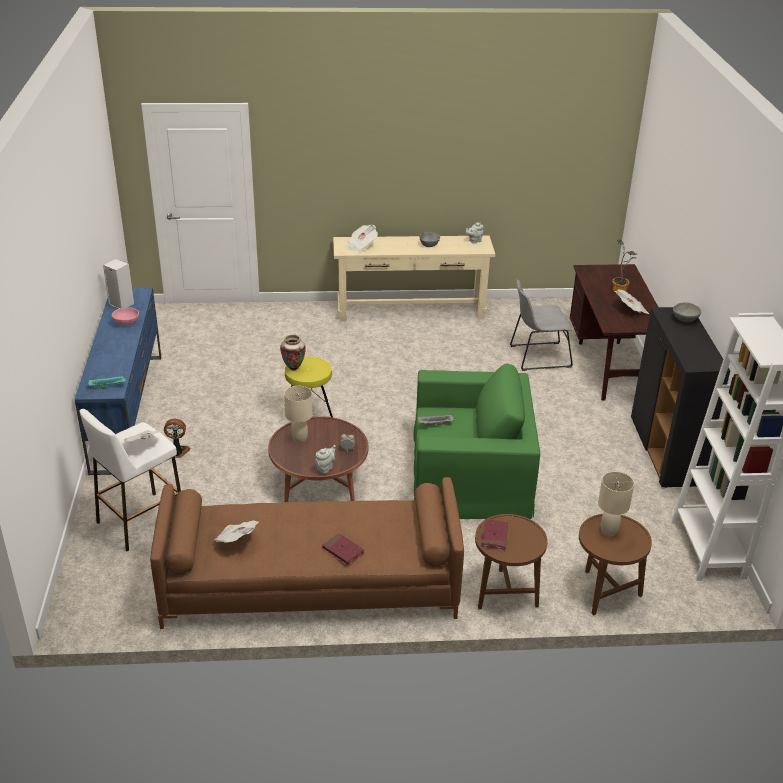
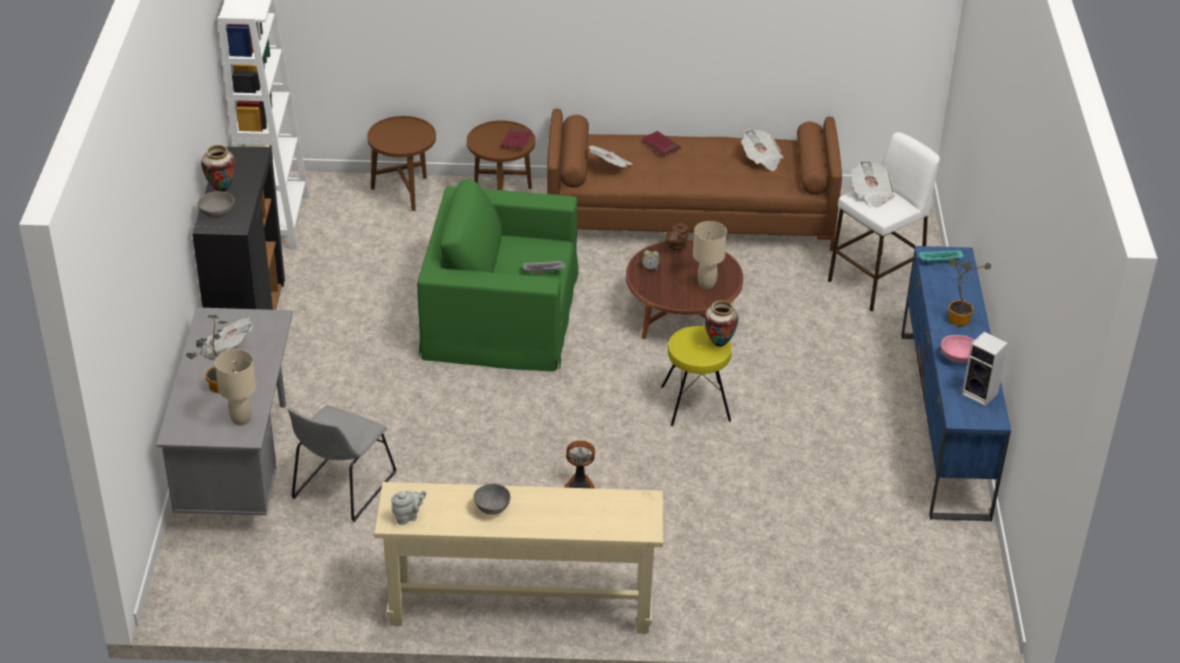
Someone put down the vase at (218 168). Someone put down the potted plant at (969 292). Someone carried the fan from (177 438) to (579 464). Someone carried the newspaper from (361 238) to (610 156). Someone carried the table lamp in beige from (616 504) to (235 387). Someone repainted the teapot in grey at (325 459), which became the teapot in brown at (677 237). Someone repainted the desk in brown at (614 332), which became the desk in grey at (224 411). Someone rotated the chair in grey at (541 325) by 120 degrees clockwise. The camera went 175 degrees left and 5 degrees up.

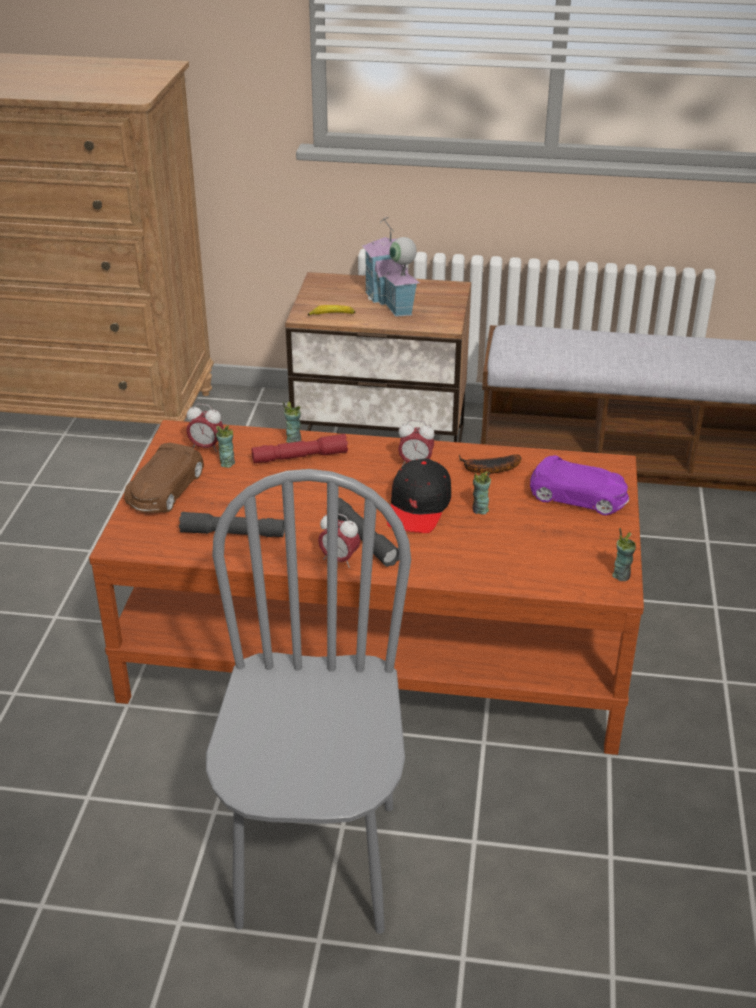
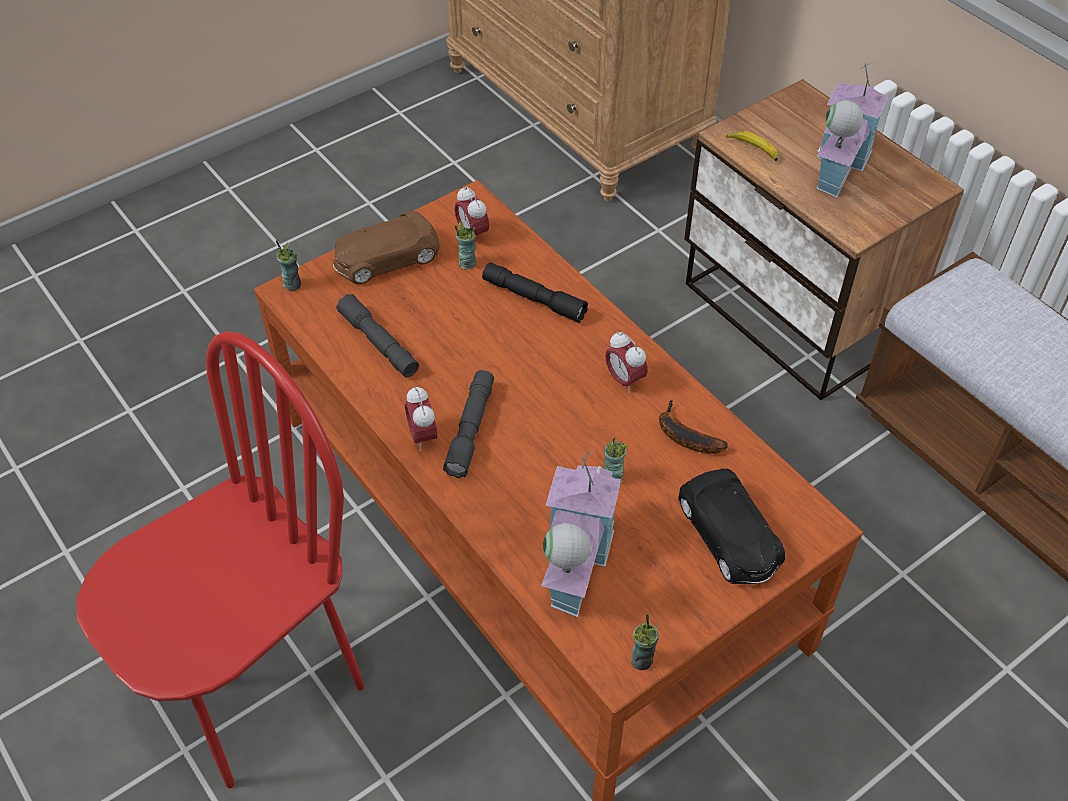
Someone took away the cap in black at (419 495). Someone put down the toy house at (581 534). Someone carried the cup from (292 422) to (288 265). Someone repainted the chair in grey at (308 701), which became the chair in red at (220 559). Someone repainted the flashlight in red at (300 449), which became the flashlight in black at (535 292). Someone repainted the toy car in purple at (579 485), which became the toy car in black at (731 526). The camera went 45 degrees right and 15 degrees up.

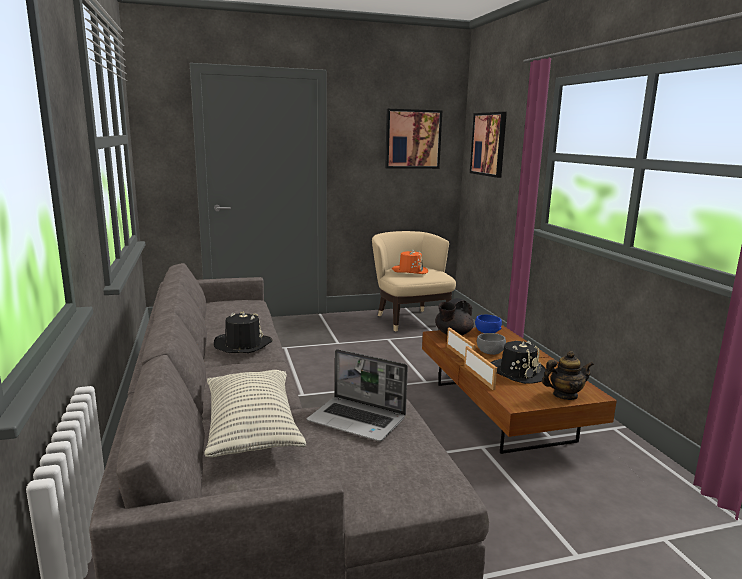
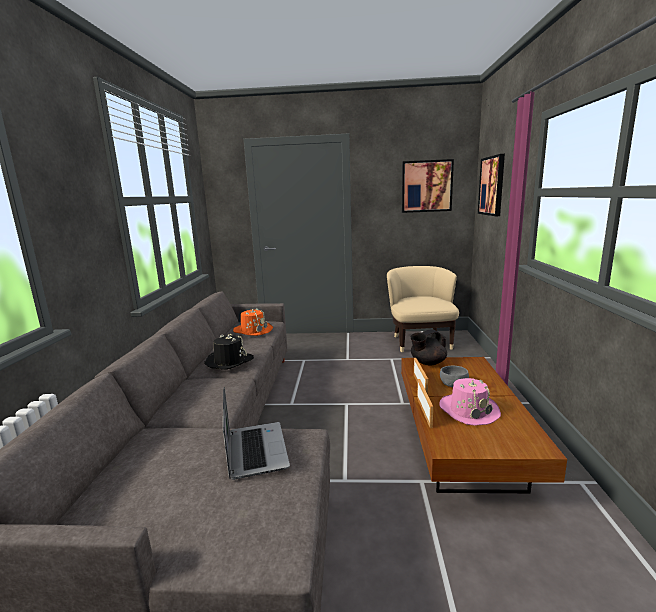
Someone took away the pillow at (255 413). Someone took away the bowl in blue at (488 324). Someone took away the teapot at (568 375). Someone carried the hat in orange from (410 262) to (253 322). Someone repainted the hat in black at (518 362), which became the hat in pink at (470 402). Someone rotated the laptop at (357 395) by 150 degrees counterclockwise. The camera went 20 degrees right and 0 degrees up.

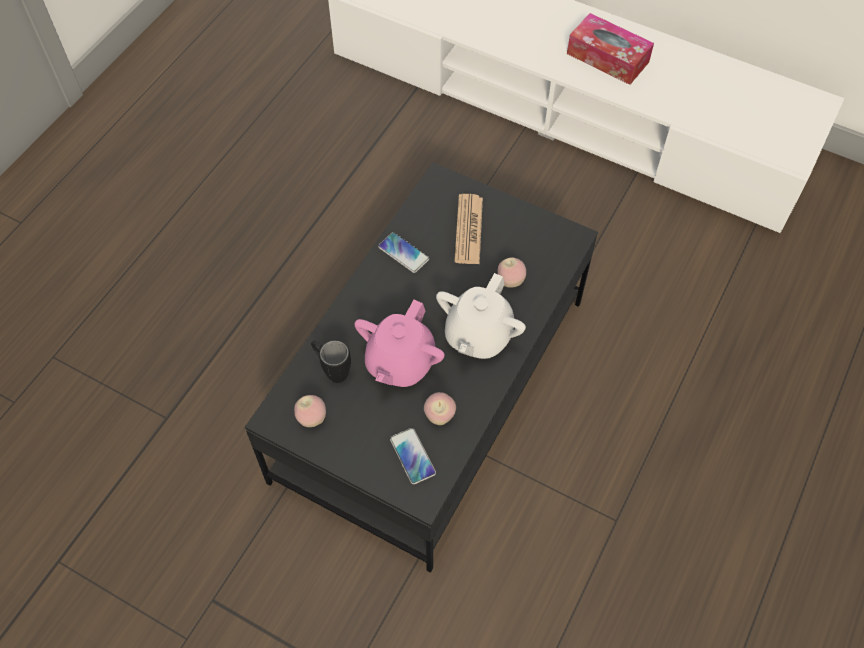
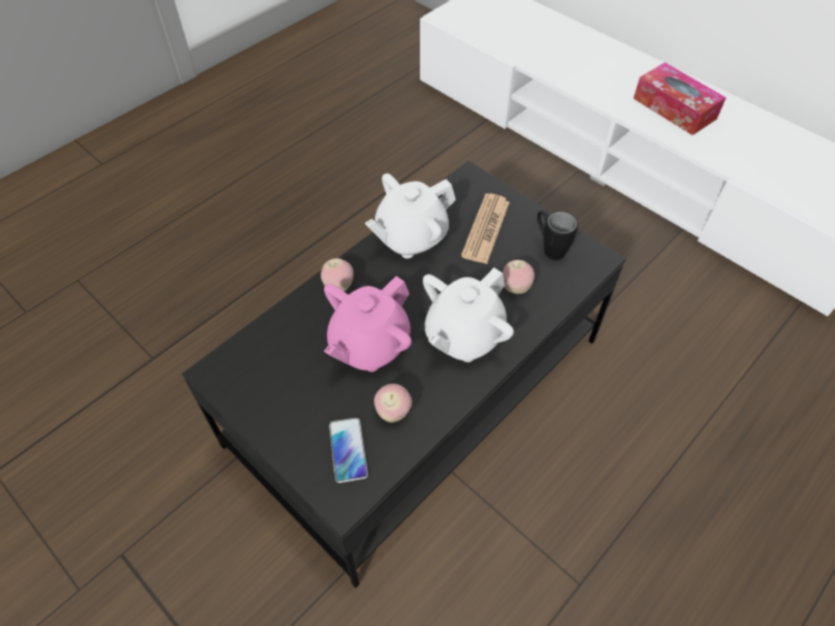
Someone carried the apple from (310 411) to (337 274). Someone carried the mug in black from (331 361) to (557 235). Someone swapped the phone at (403 252) for the teapot in white at (410 216). The camera went 15 degrees right and 5 degrees down.

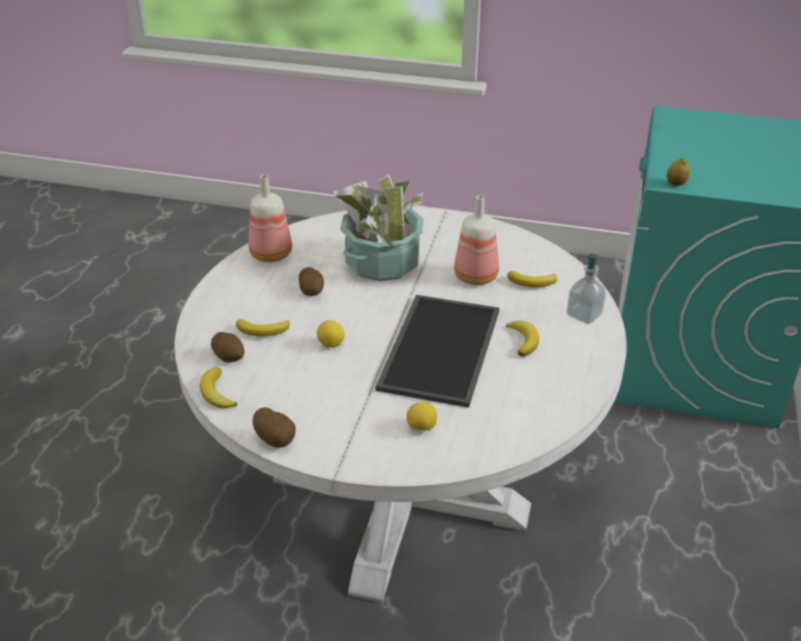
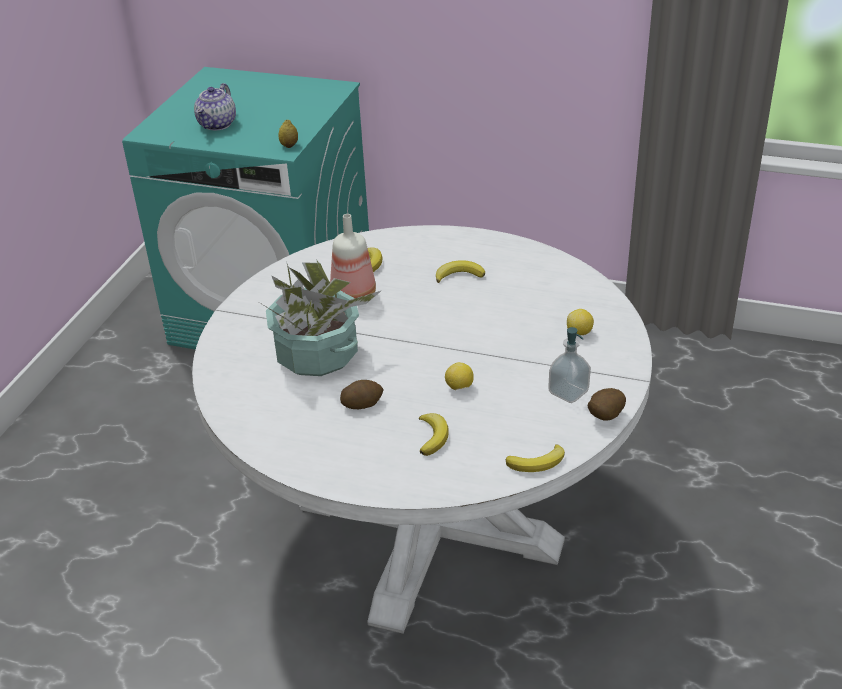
Someone took away the potato at (228 347). Someone took away the bottle at (270 218). Someone took away the tray at (437 351). Someone put down the teapot at (215 106). Someone carried the soap dispenser from (586 288) to (569 365). The camera went 85 degrees left and 0 degrees up.

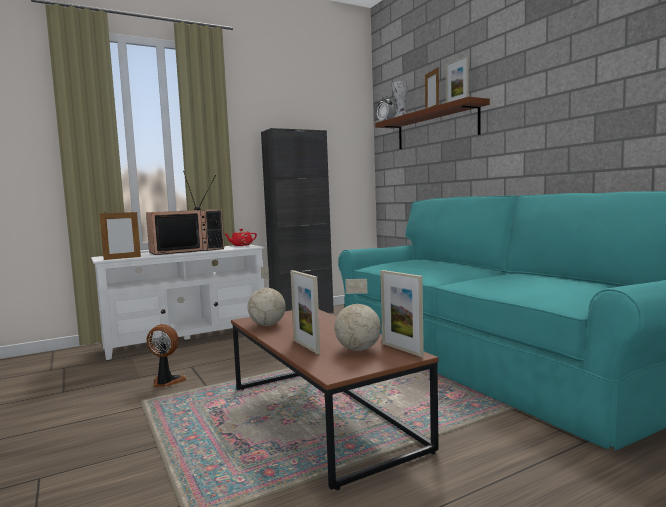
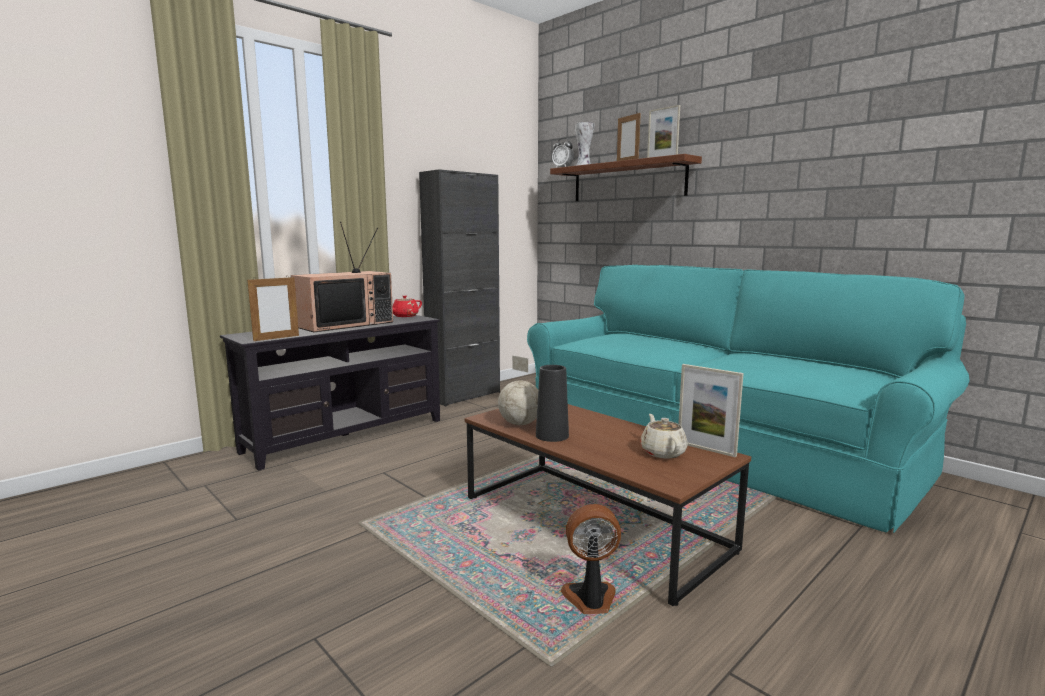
Someone took away the picture frame at (305 312). Someone put down the vase in black at (552 403). Someone carried the fan from (166 355) to (591 559). Someone swapped the globe at (358 315) for the teapot in beige at (664 436). Someone repainted the tv stand in white at (177 302), which became the tv stand in black at (330 393). The camera went 15 degrees left and 5 degrees up.

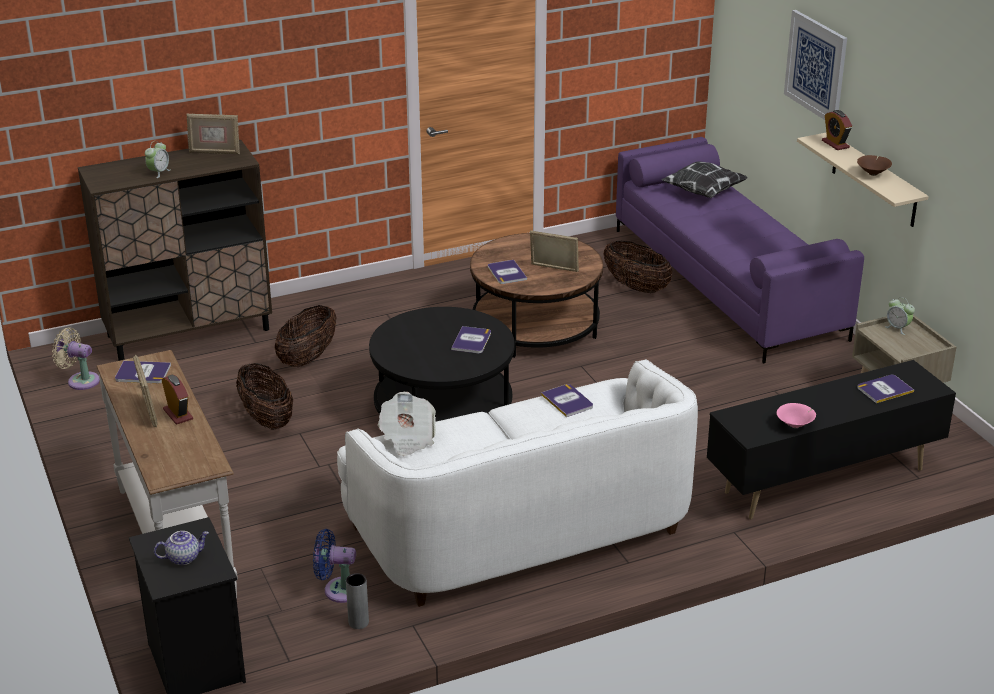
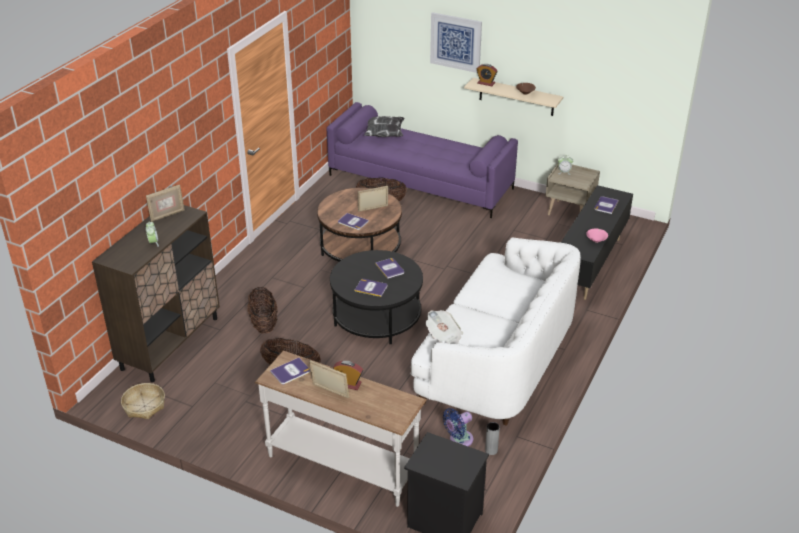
Someone took away the teapot at (181 548). Someone carried the book from (567 400) to (371 288). Someone swapped the fan in beige at (76 358) for the basket at (143 401). The camera went 40 degrees left and 5 degrees up.

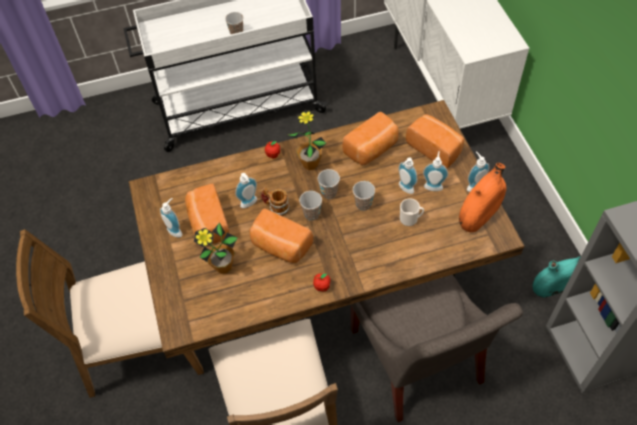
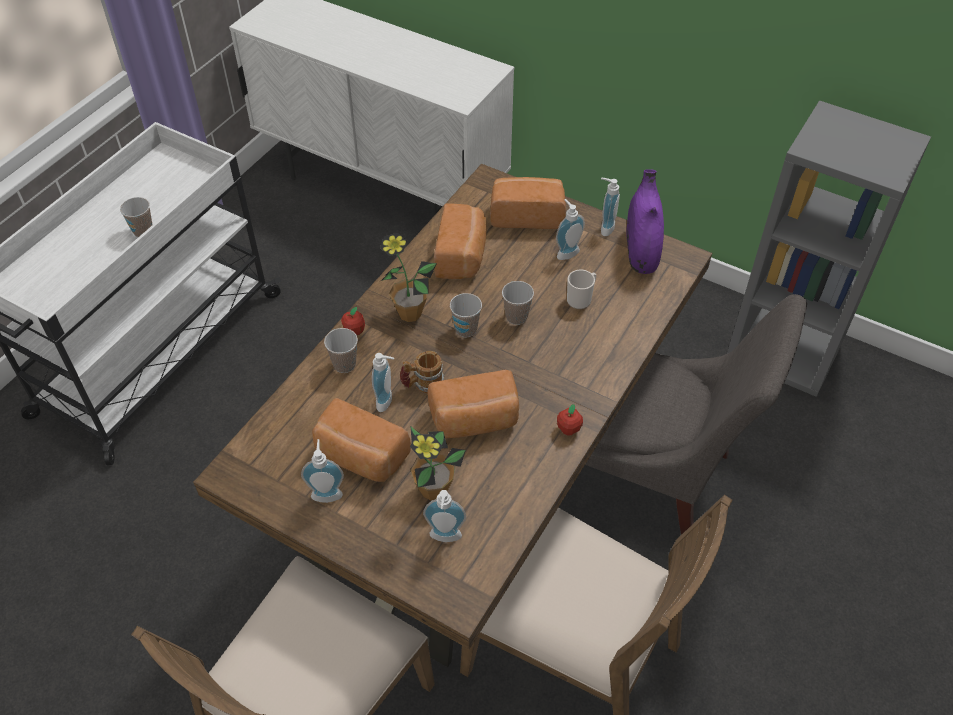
Someone took away the vase in turquoise at (556 276). Someone carried the cup from (310 206) to (341 350). Someone carried the soap dispenser from (407 175) to (444 516). Someone repainted the vase in orange at (483 197), which became the vase in purple at (645 221). The camera went 45 degrees left and 5 degrees down.

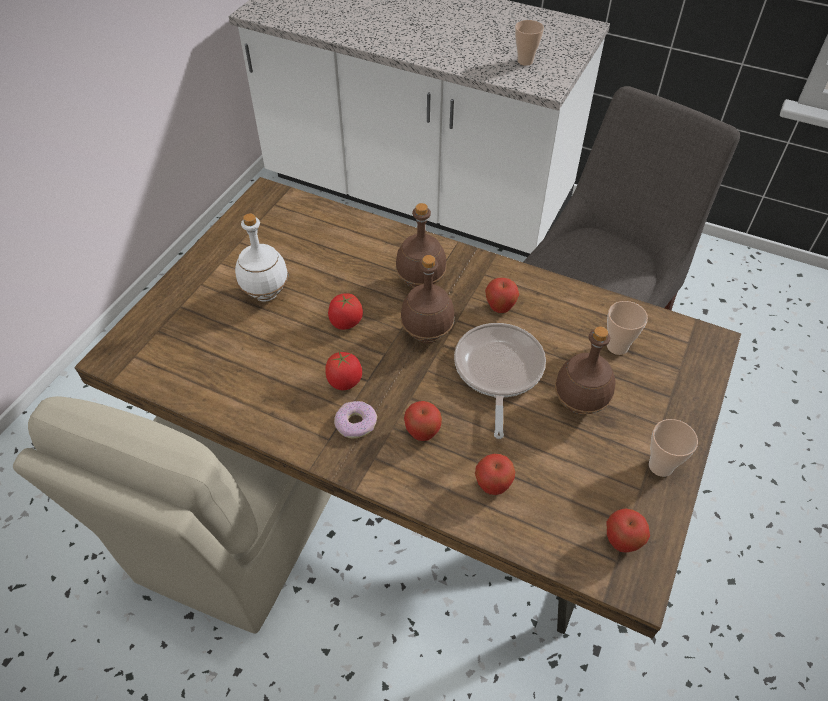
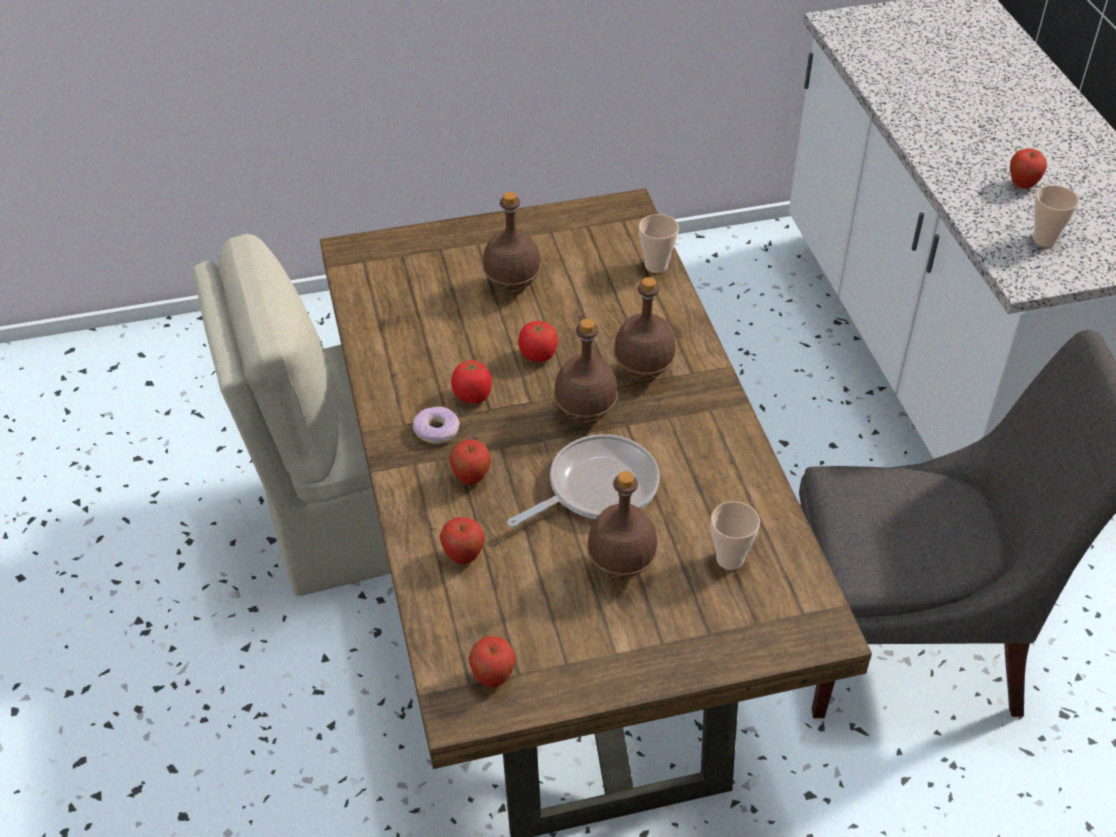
Someone carried the apple from (502 295) to (1028 168). Someone carried the cup from (673 448) to (659 243). Someone repainted the bottle in white at (262 257), which became the bottle in brown at (512 243). The camera went 50 degrees right and 5 degrees down.

